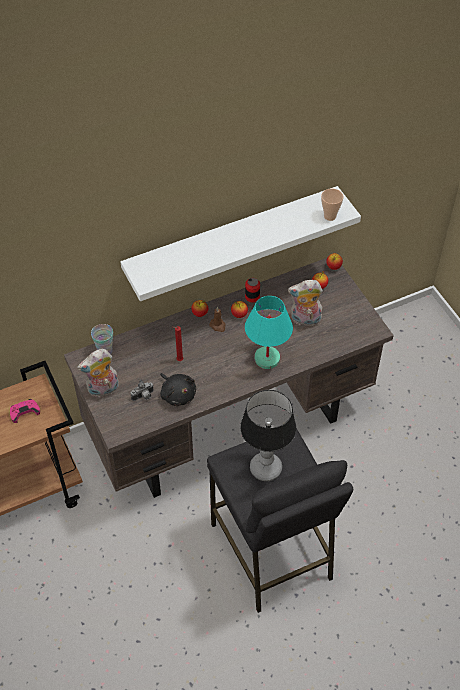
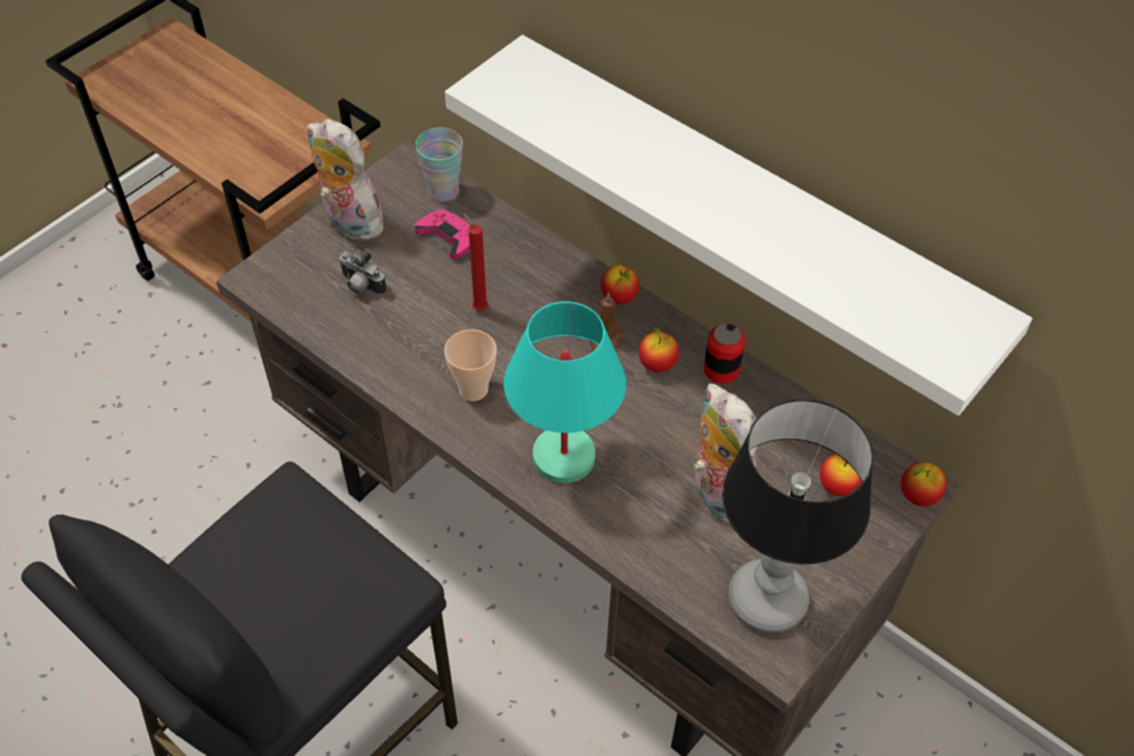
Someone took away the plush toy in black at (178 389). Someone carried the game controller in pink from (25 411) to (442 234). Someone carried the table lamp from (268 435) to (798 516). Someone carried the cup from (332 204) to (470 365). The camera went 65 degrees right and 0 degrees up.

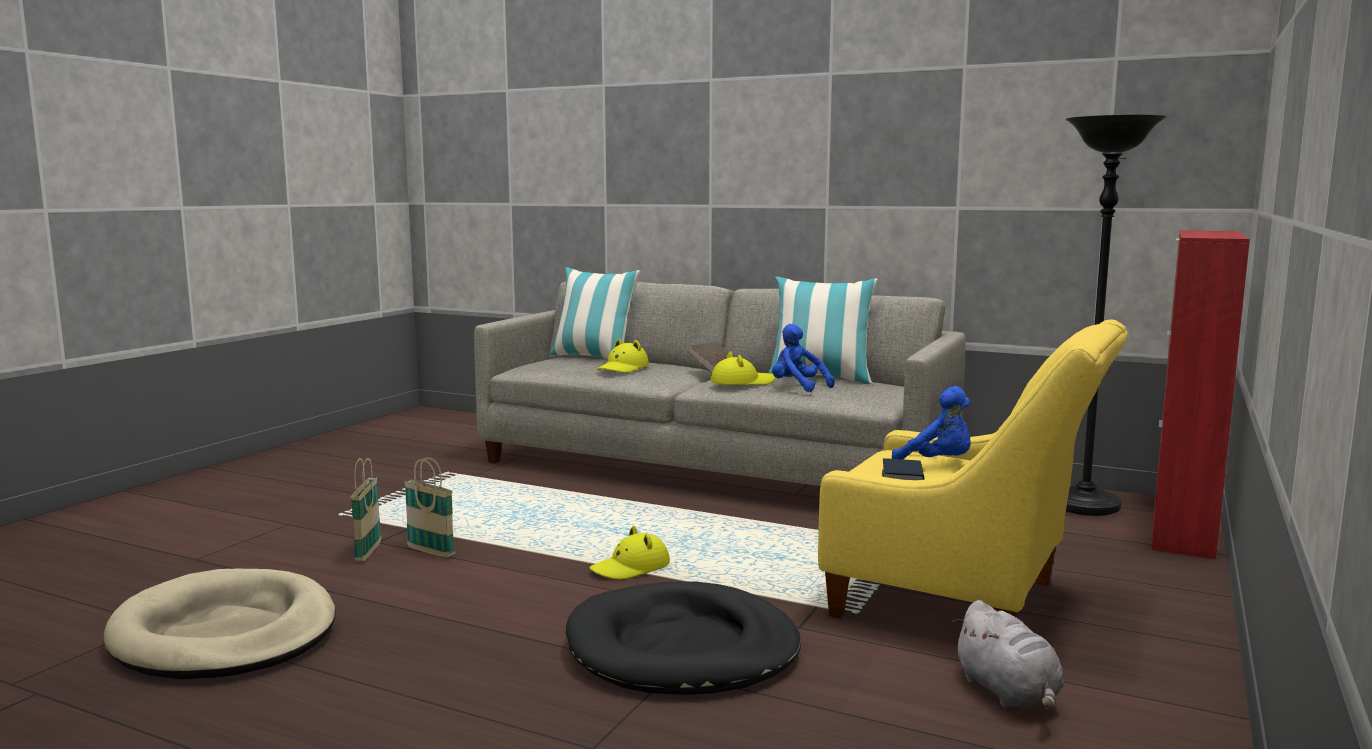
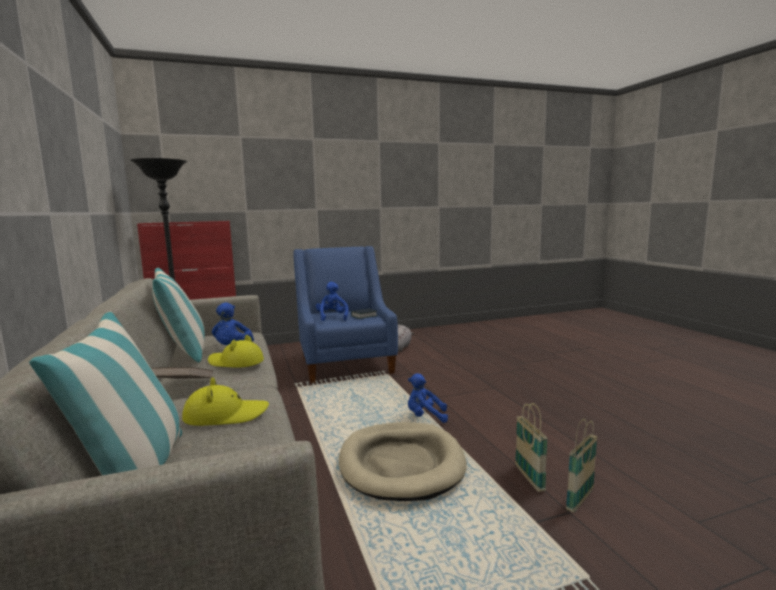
Someone took away the dog bed in black at (683 638). Someone carried the dog bed in beige from (219 624) to (403 461). Someone swapped the hat in yellow at (630 553) for the plush toy in blue at (428 398). Someone repainted the armchair in yellow at (973 469), which became the armchair in blue at (346 314). The camera went 135 degrees left and 0 degrees up.

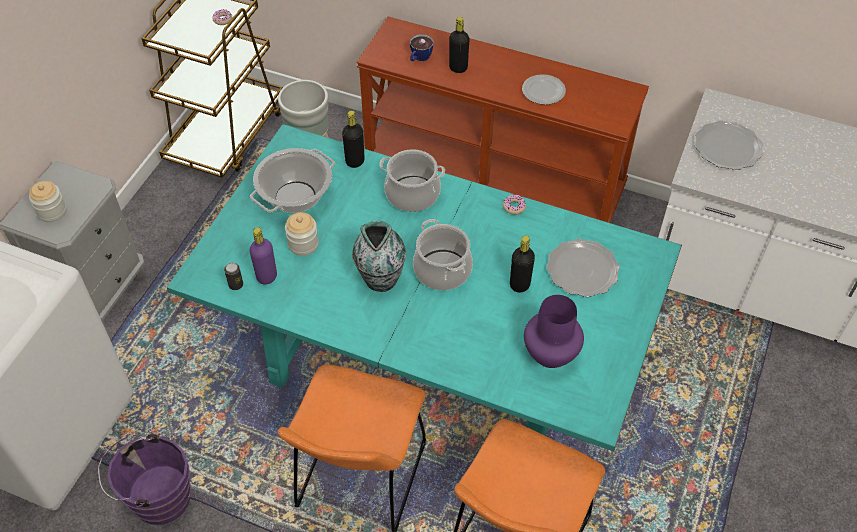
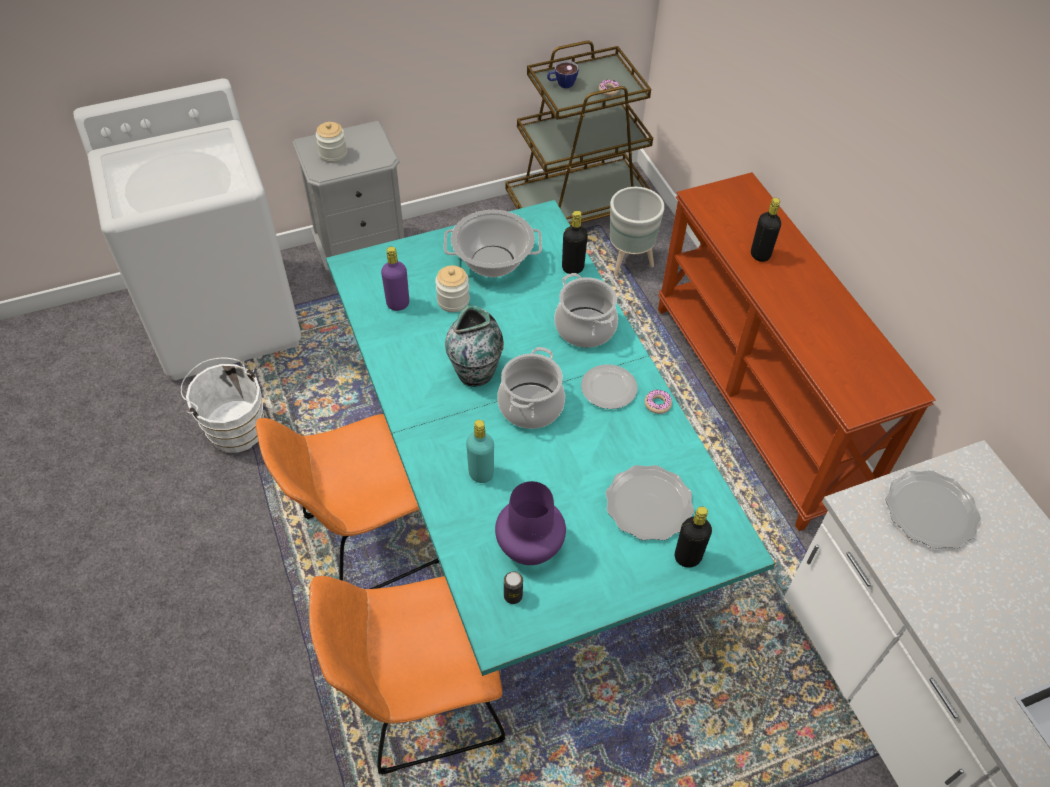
Someone put down the bottle in turquoise at (480 451). Someone carried the can from (233 276) to (513 587). Someone carried the cup from (422 47) to (563 74). Someone carried the bottle in black from (522 264) to (693 537). Someone carried the plate from (544 89) to (609 386). Someone repainted the bucket in purple at (144 477), which became the bucket in white at (222 405). The camera went 45 degrees right and 0 degrees up.

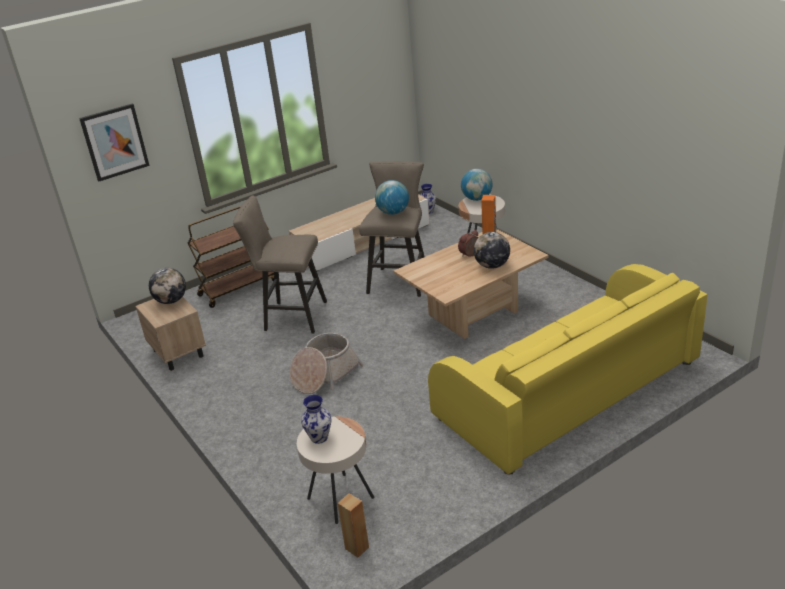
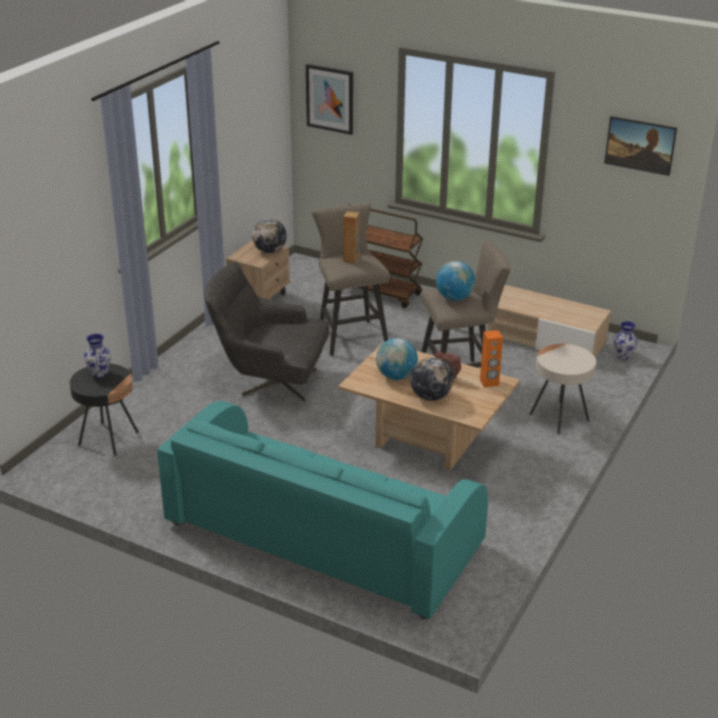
Someone put up the picture at (640 146). Someone carried the speaker in brown from (353 525) to (351 237). Someone carried the globe from (477 185) to (397 359). Someone swapped the basket at (327 363) for the armchair in grey at (266 331). Someone repainted the side table in beige at (335 470), which became the side table in black at (104 410). Someone repainted the sofa in yellow at (567 369), which became the sofa in turquoise at (322 510). The camera went 60 degrees right and 0 degrees up.

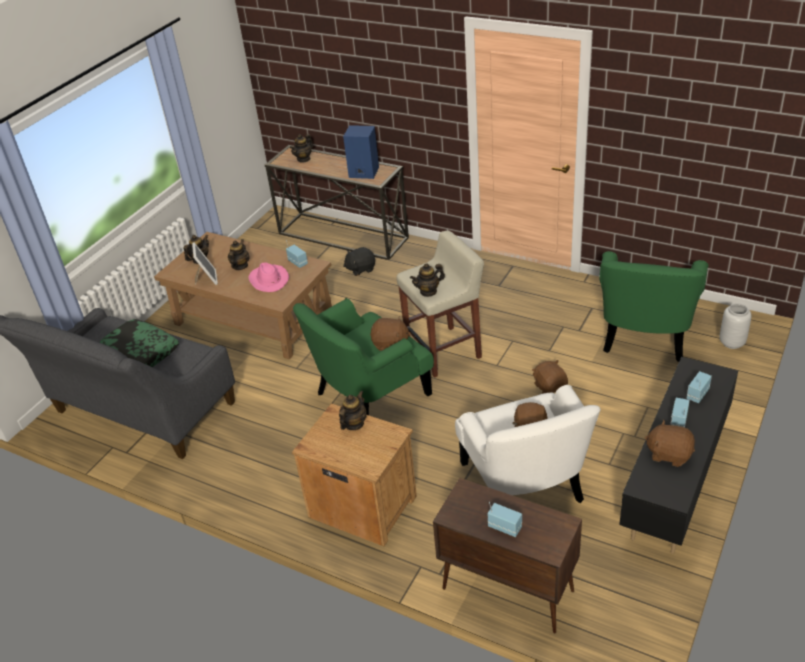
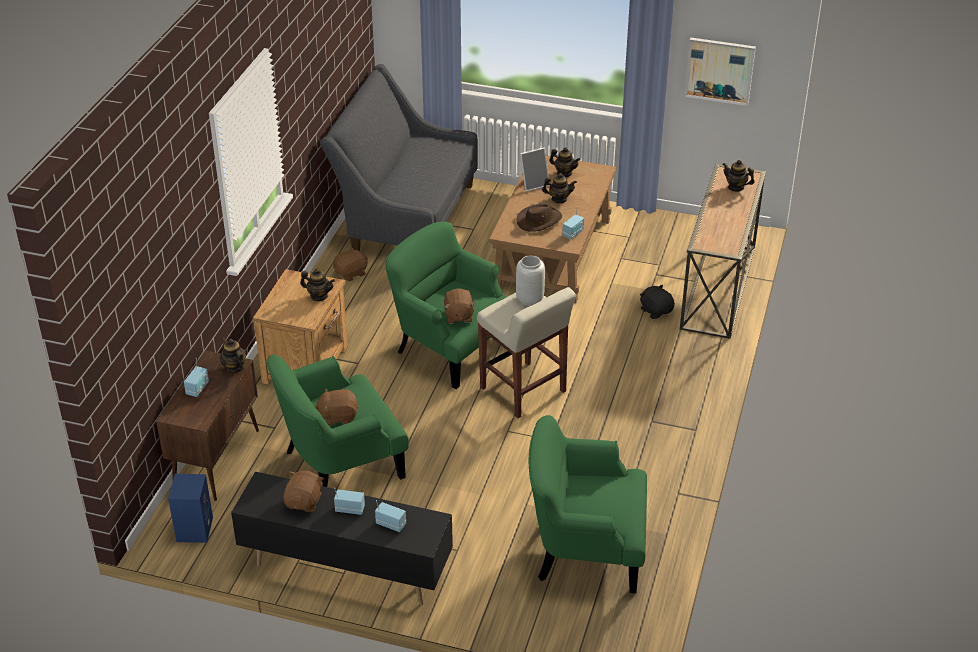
Someone took away the pillow at (139 343). Someone put up the picture at (720 72). Someone carried the speaker in blue from (361 152) to (190 508). Someone carried the teapot from (427 280) to (233 355). Someone carried the plush toy in brown from (550 377) to (350 264). Someone carried the vase in grey from (736 326) to (530 280). Someone repainted the hat in pink at (268 277), which became the hat in brown at (539 218). Someone repainted the armchair in white at (528 444), which became the armchair in green at (337 421). The camera went 75 degrees right and 0 degrees up.

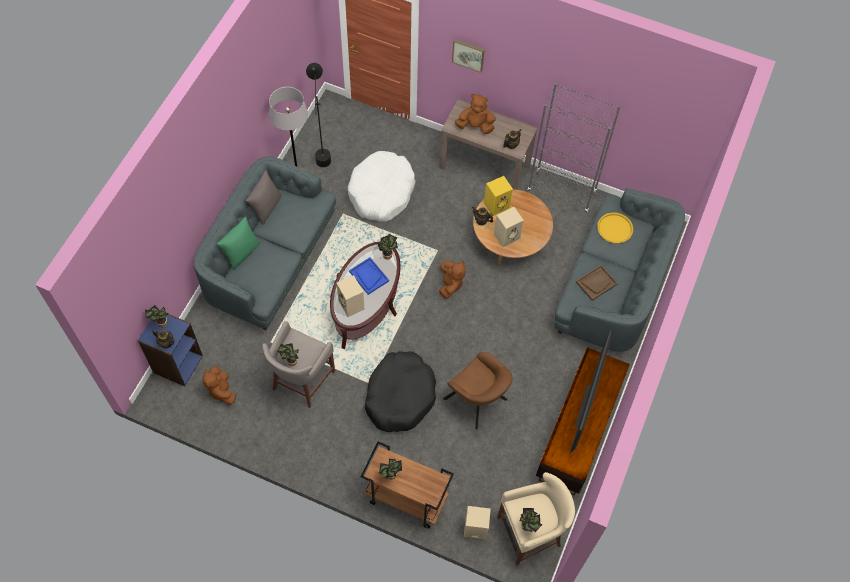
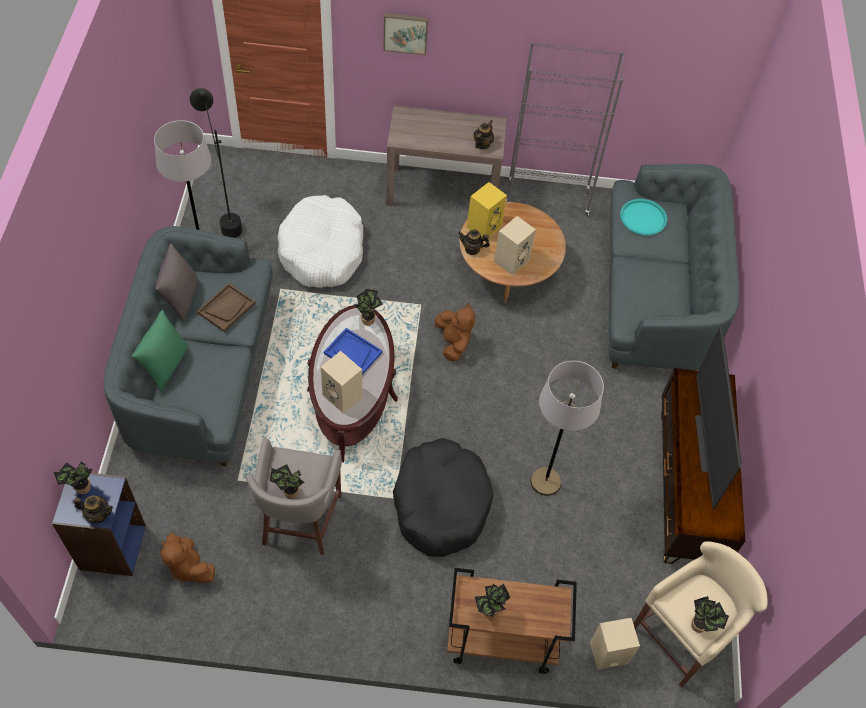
Someone took away the plush toy in brown at (475 114). Someone carried the tray in brown from (597 283) to (226 307). Someone swapped the armchair in brown at (478 391) for the floor lamp in grey at (567 428). Someone repainted the tray in yellow at (615 228), which became the tray in turquoise at (643 217). The camera went 20 degrees left and 5 degrees down.

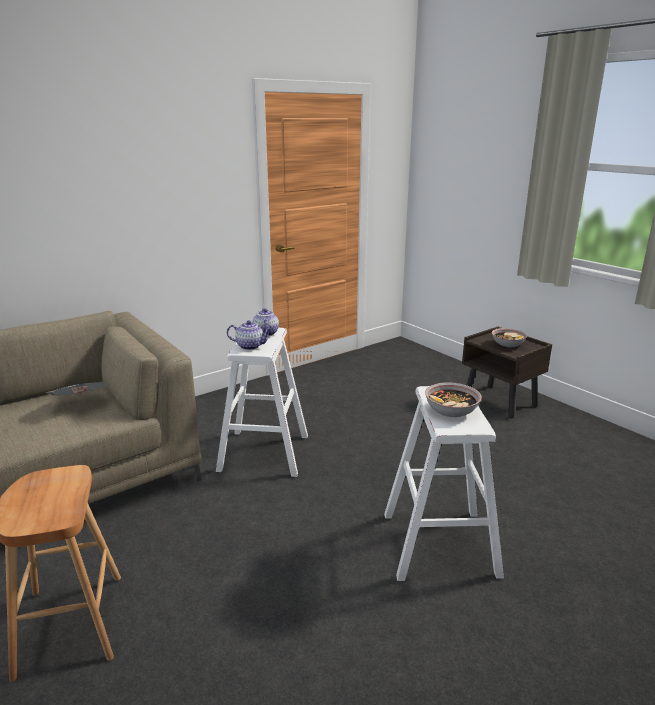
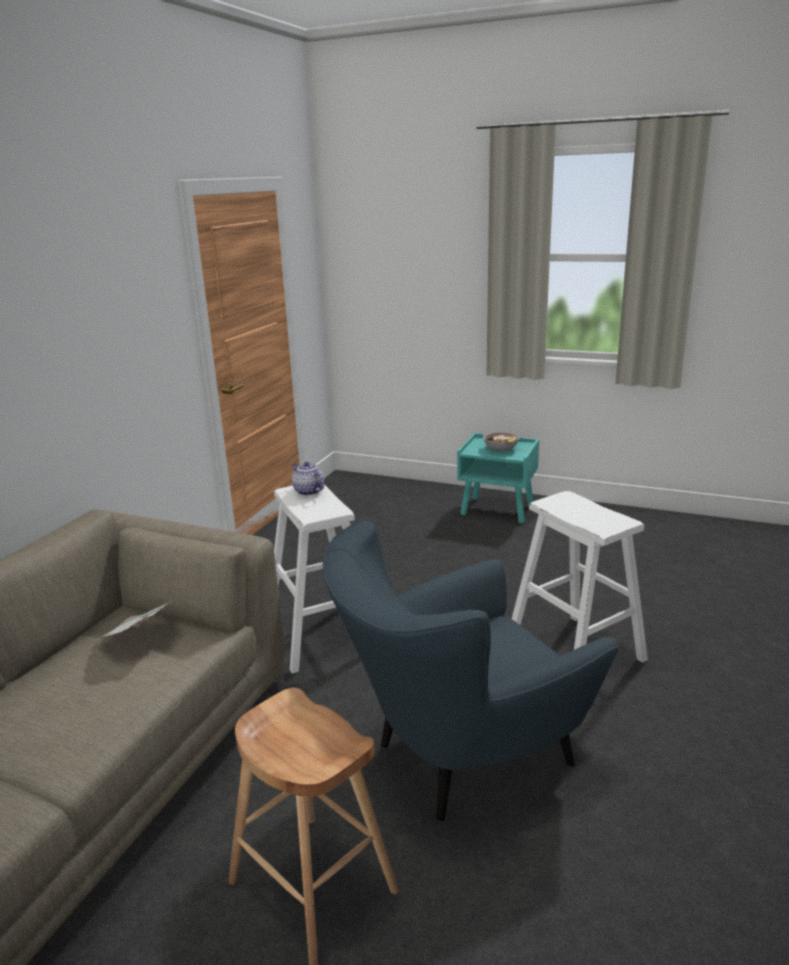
Someone took away the teapot at (249 335). Someone took away the bowl at (453 399). Someone put down the armchair in blue at (471 670). Someone repainted the nightstand in brown at (507 372), which became the nightstand in turquoise at (498 478). The camera went 30 degrees left and 0 degrees up.

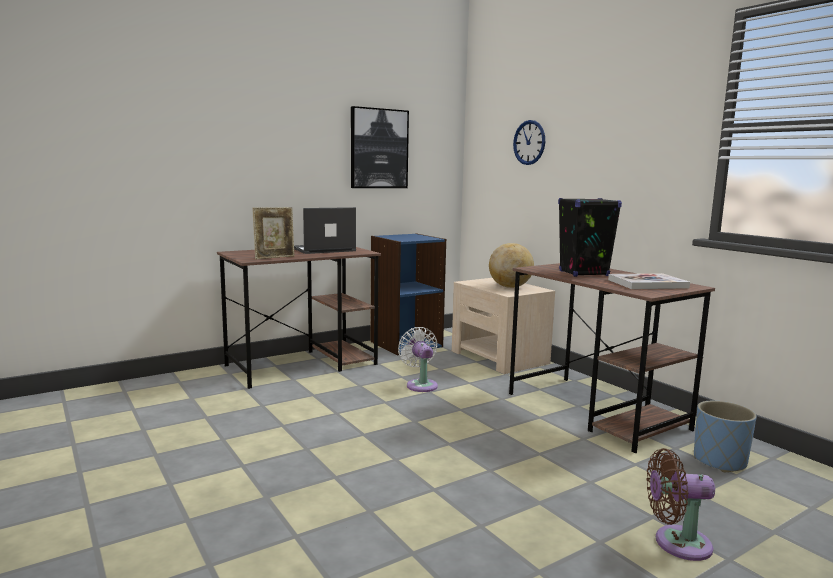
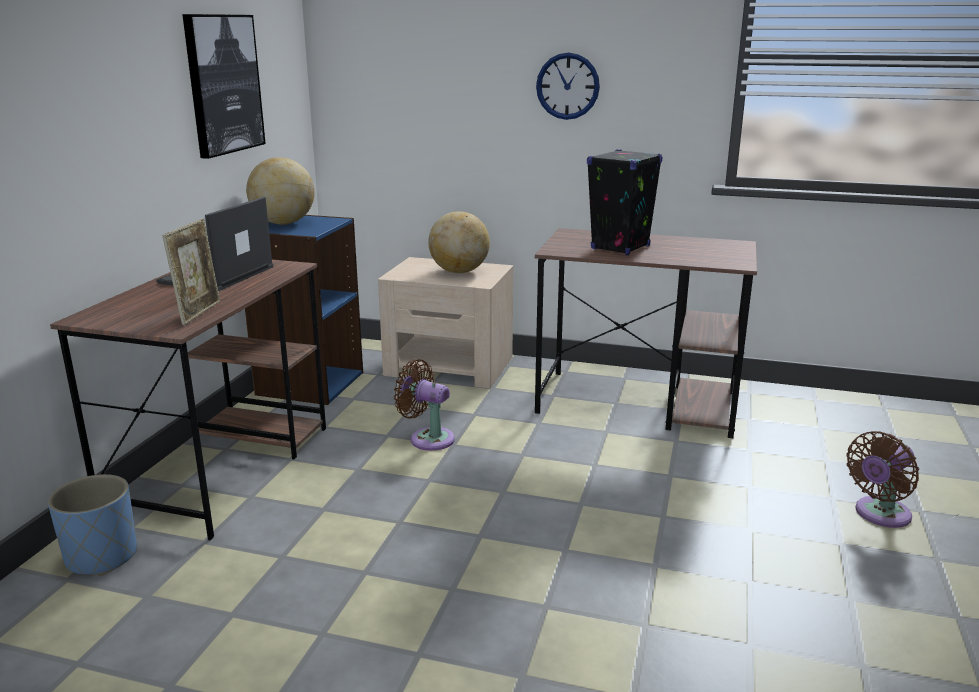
Someone took away the book at (649 281). Someone put down the globe at (280 191). Someone carried the wall clock from (529 142) to (568 86). Someone carried the planter in blue from (725 436) to (92 525). Someone repainted the fan in white at (418 359), which became the fan in brown at (424 405). The camera went 40 degrees left and 10 degrees up.

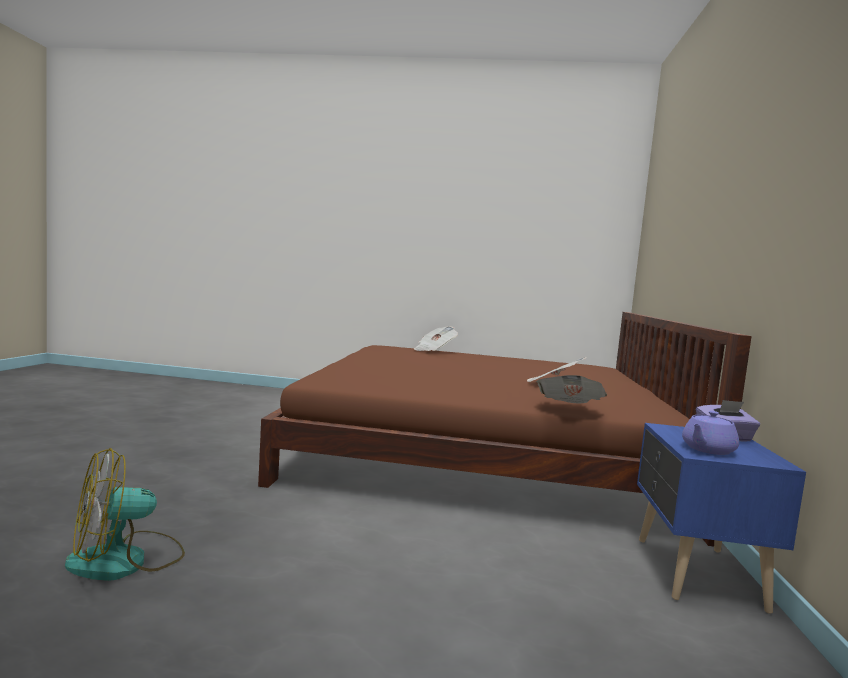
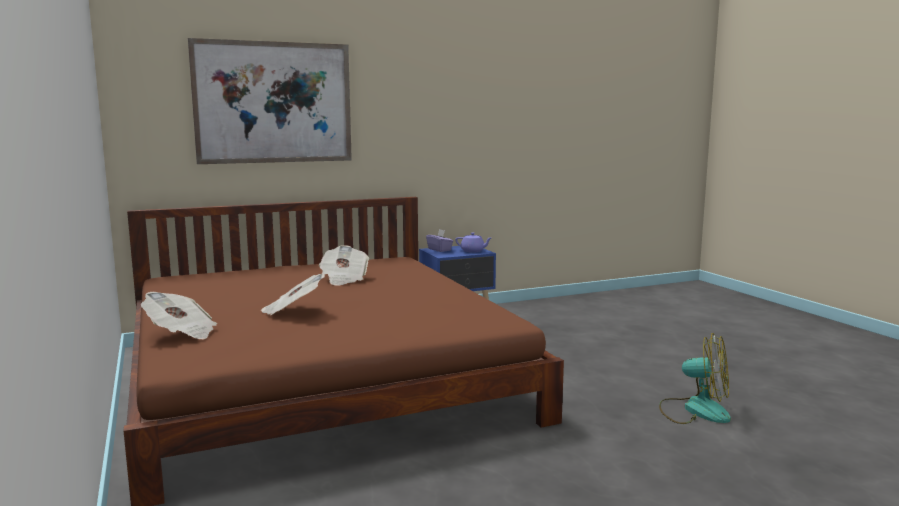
Someone put up the picture at (270 101). Someone carried the newspaper from (571 389) to (293 294). The camera went 120 degrees left and 5 degrees up.

